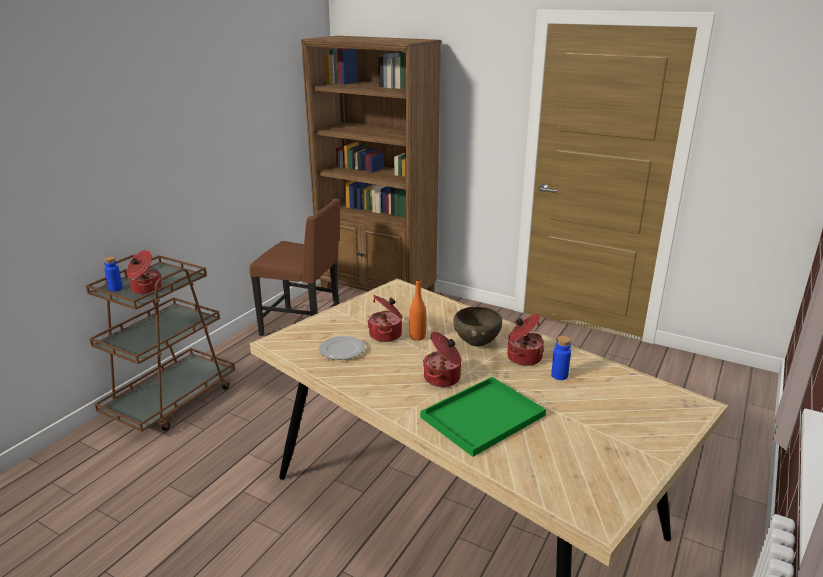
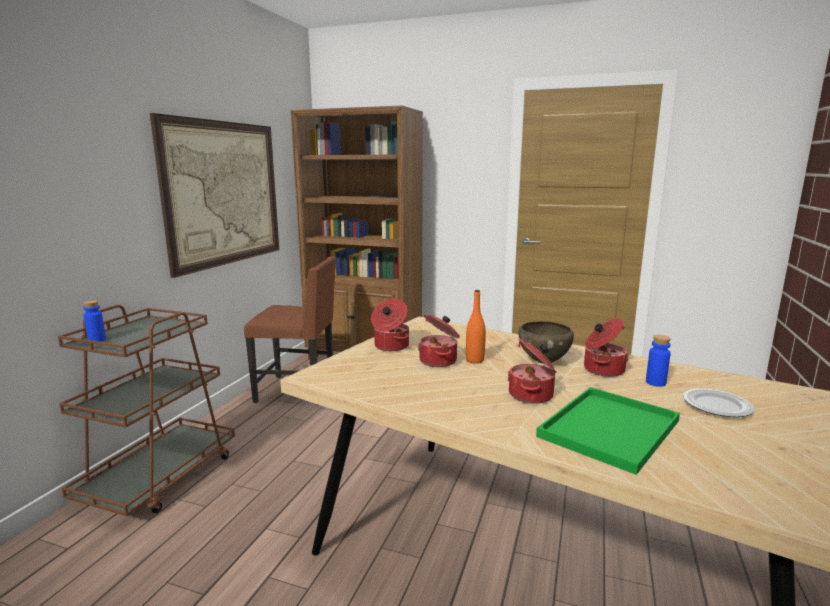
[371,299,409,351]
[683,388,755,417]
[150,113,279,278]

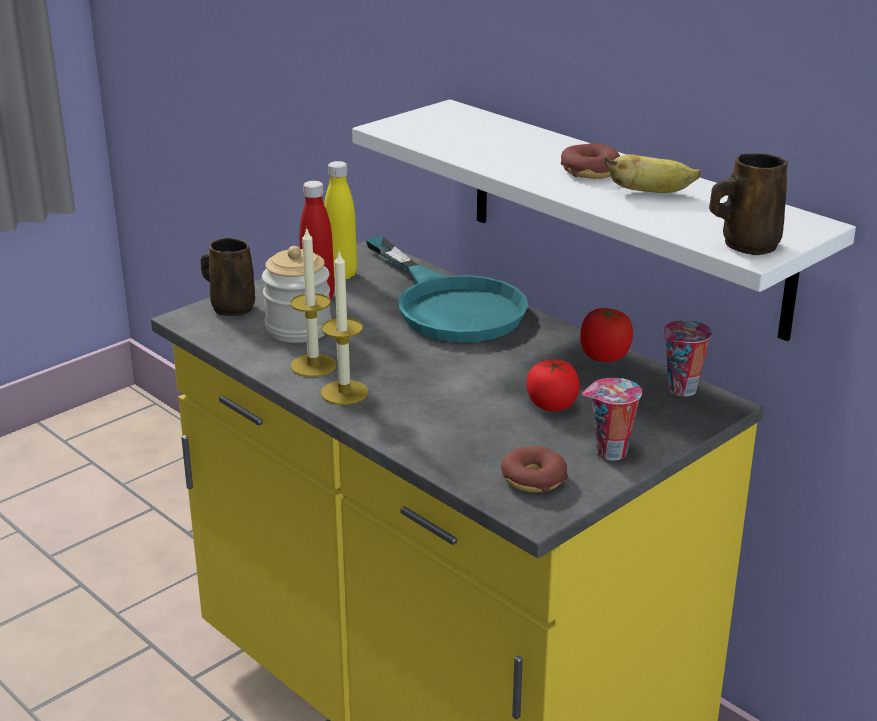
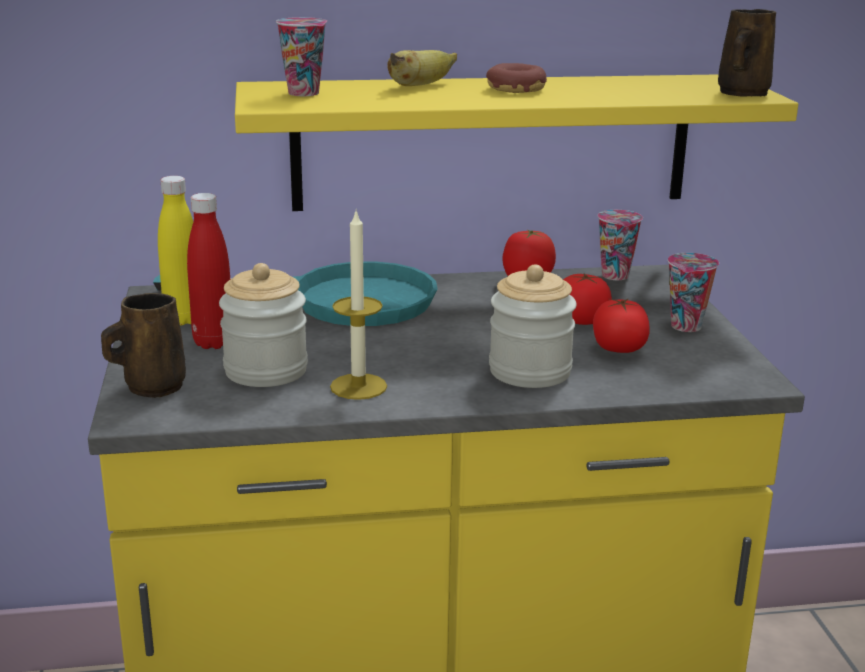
[321,252,368,405] (first image)
[235,74,798,211]
[501,446,568,492] (first image)
[387,50,457,86]
[276,17,327,96]
[489,264,577,388]
[593,299,650,353]

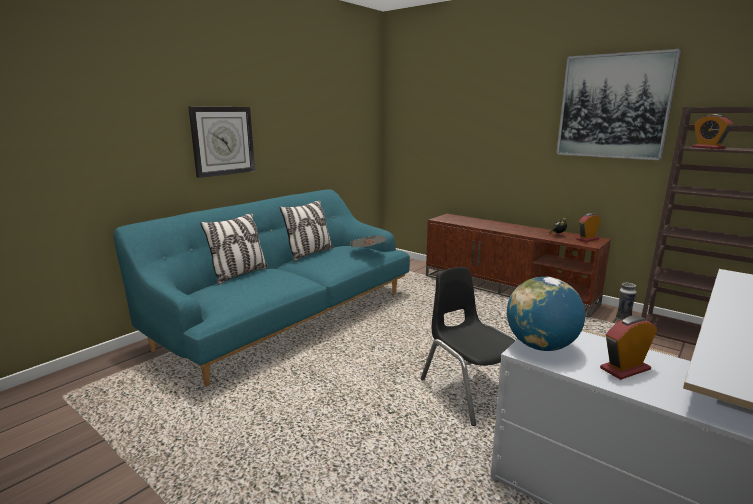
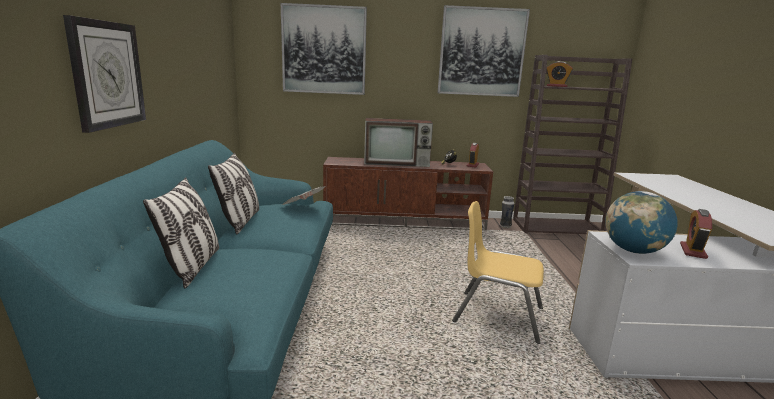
[452,201,544,344]
[281,3,367,95]
[364,118,433,167]

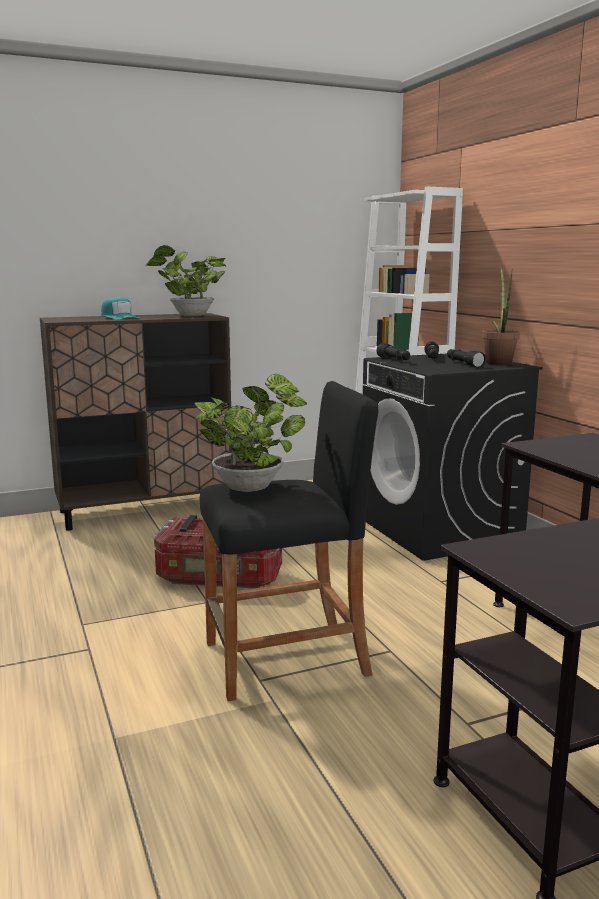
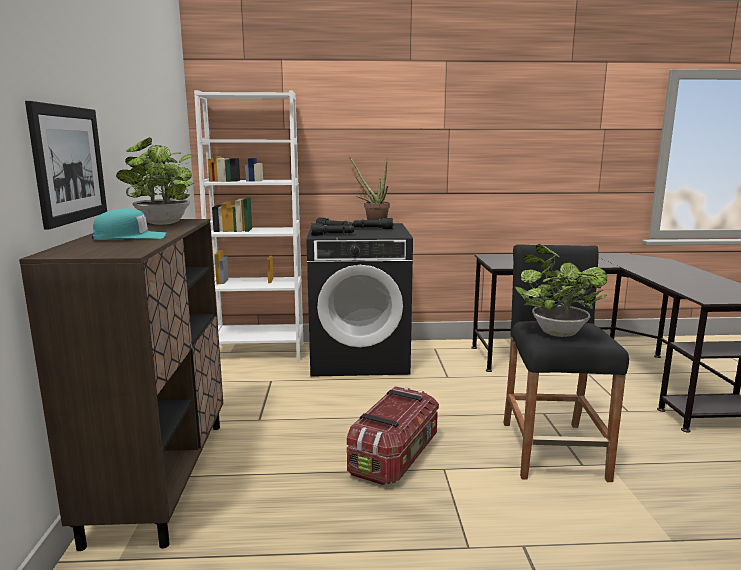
[25,101,107,230]

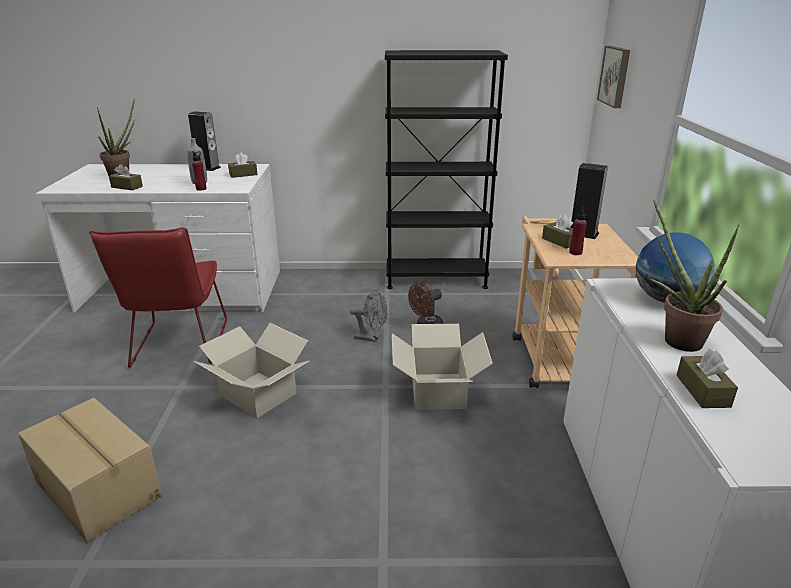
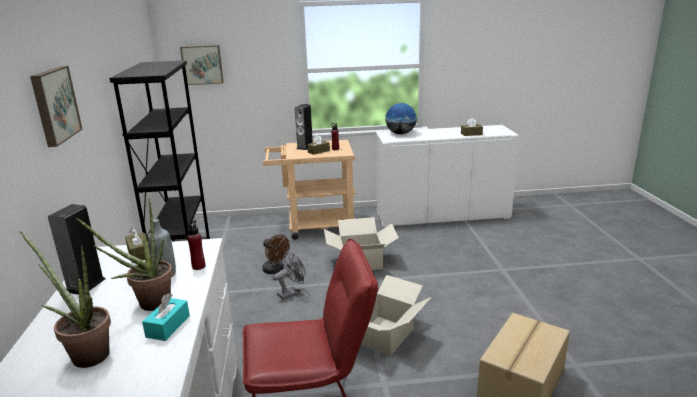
[142,293,190,341]
[273,252,306,300]
[76,199,173,311]
[30,66,82,147]

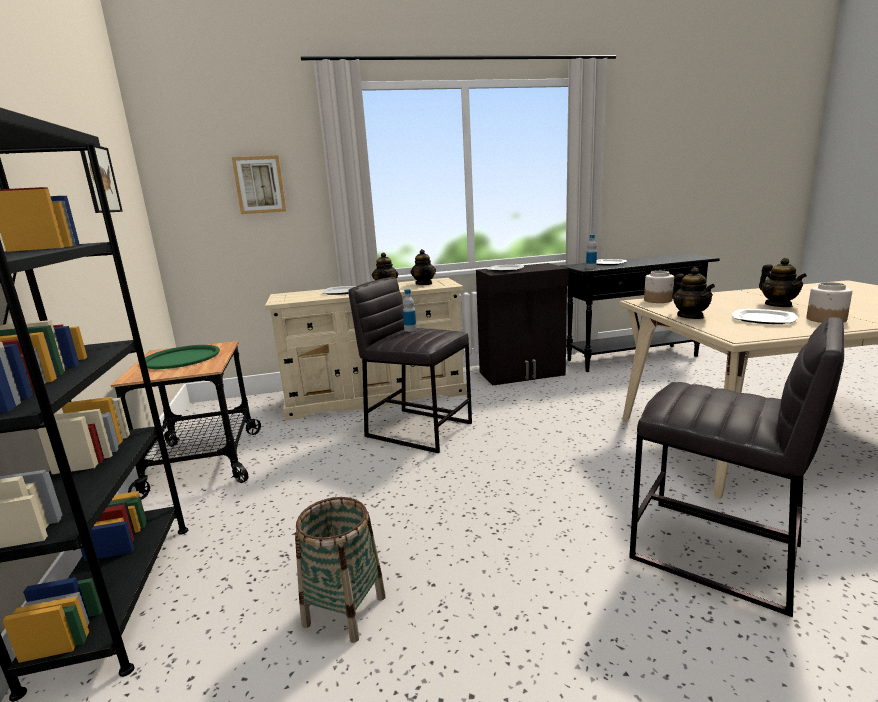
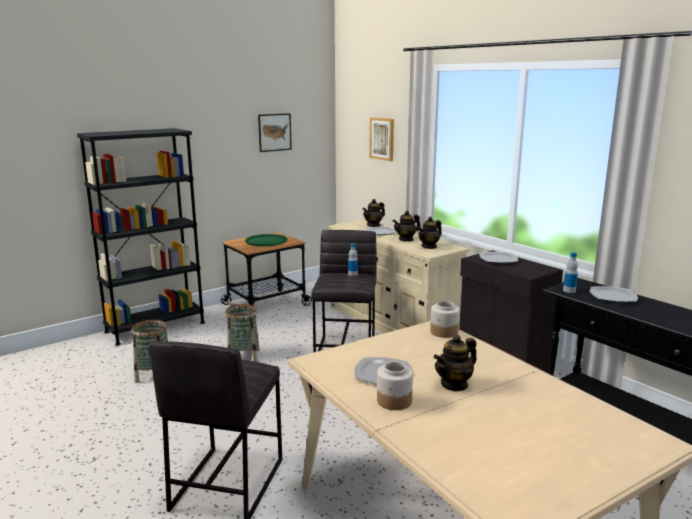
[362,199,385,227]
[225,304,259,362]

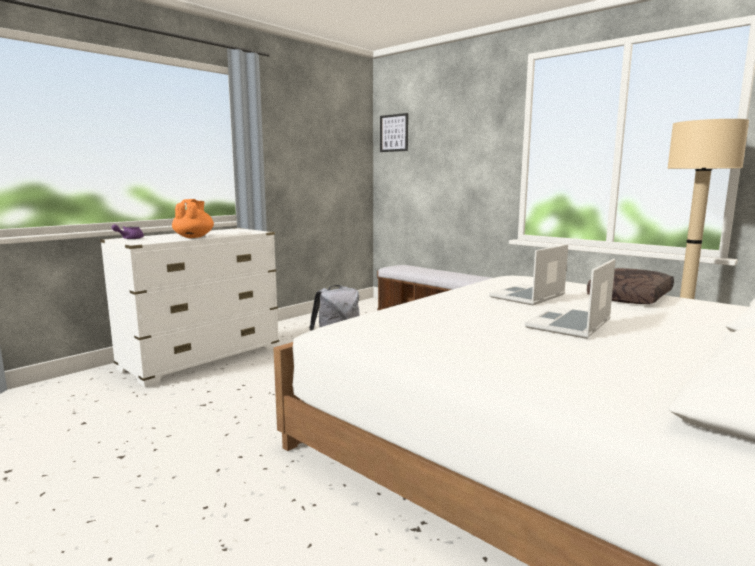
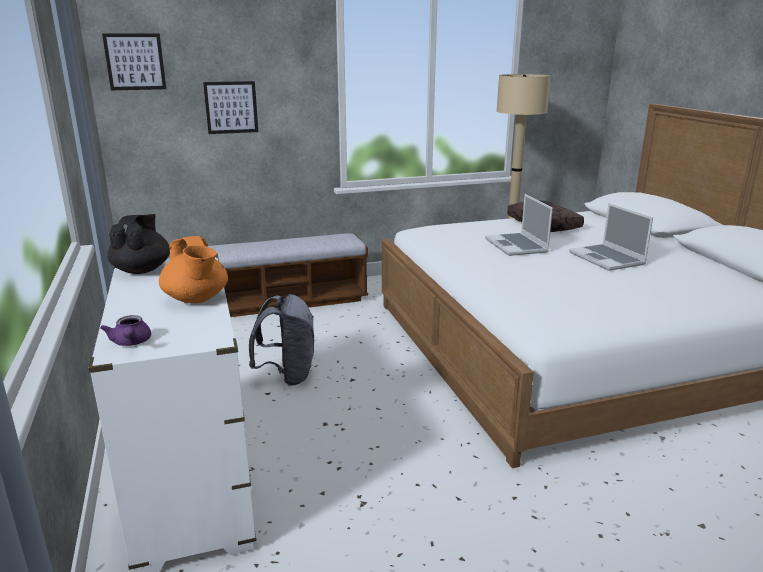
[159,236,228,303]
[107,214,170,274]
[203,81,258,134]

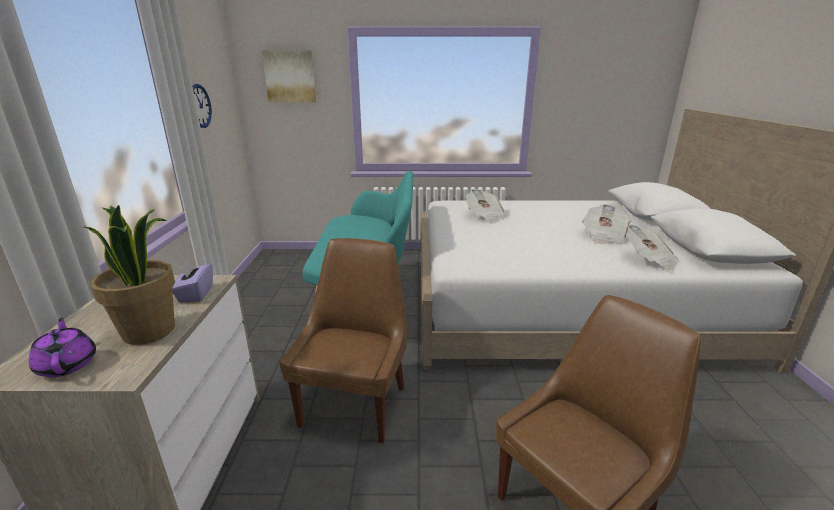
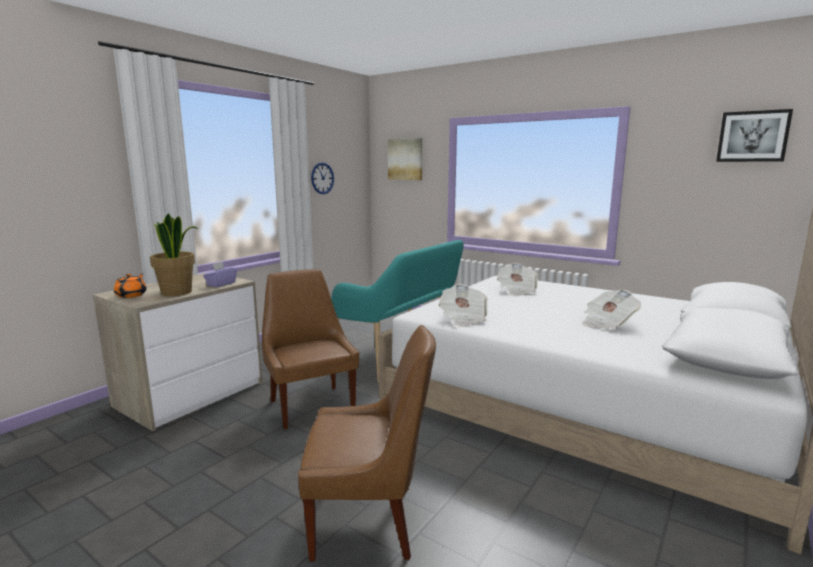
[114,273,147,298]
[262,269,359,429]
[439,284,488,327]
[716,109,793,162]

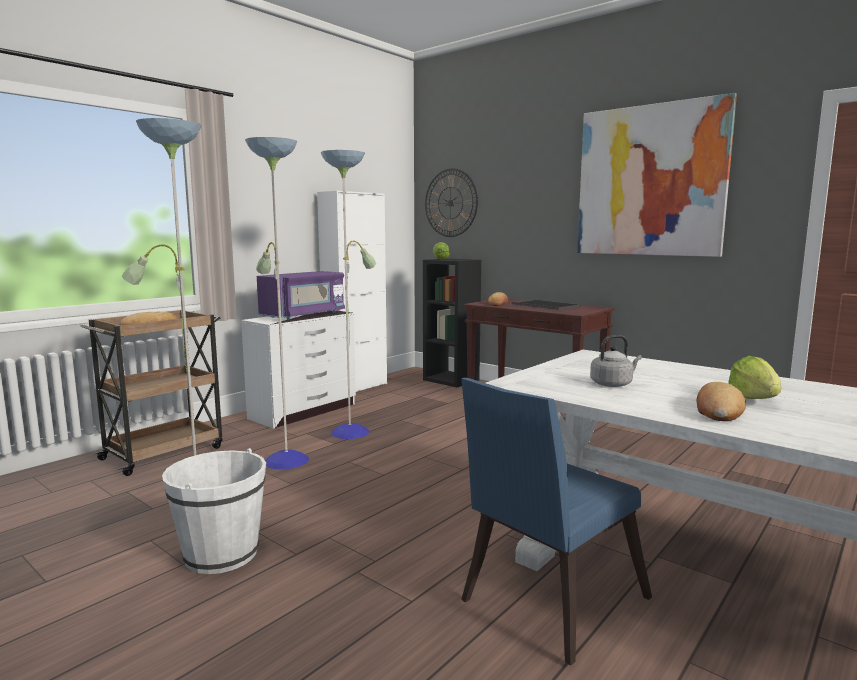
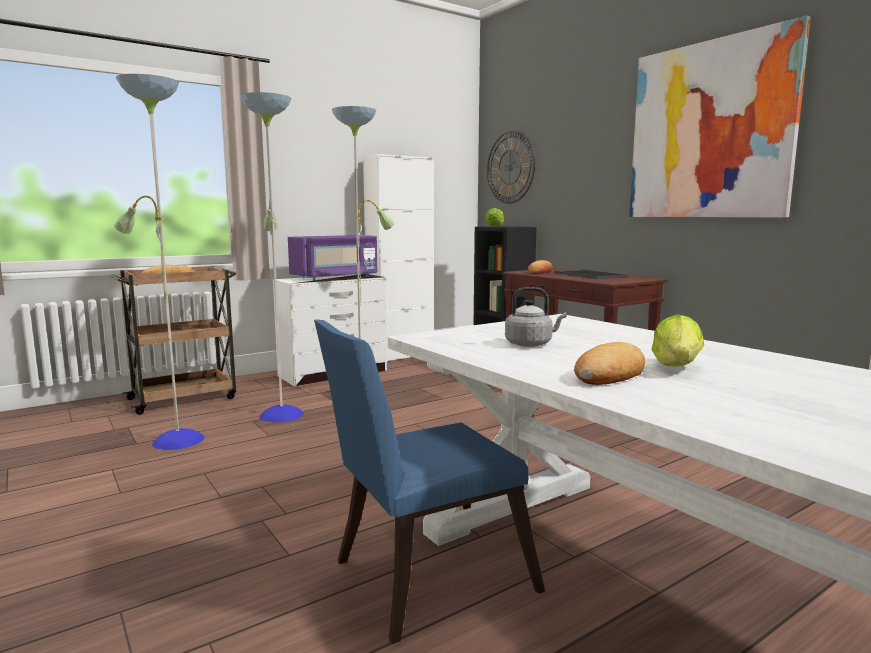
[162,448,266,574] (first image)

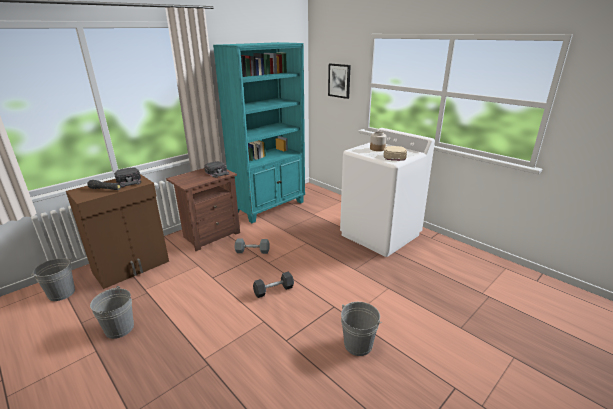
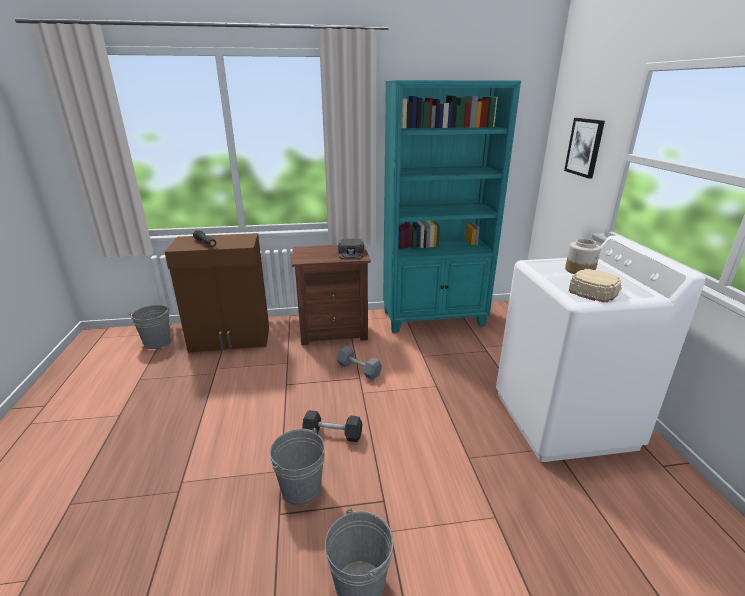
[269,428,325,506]
[114,167,141,187] (first image)

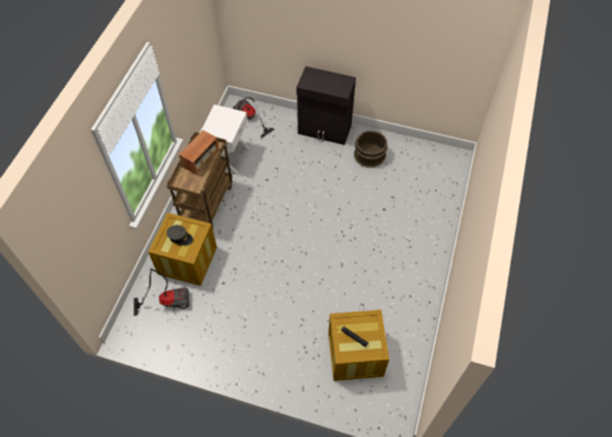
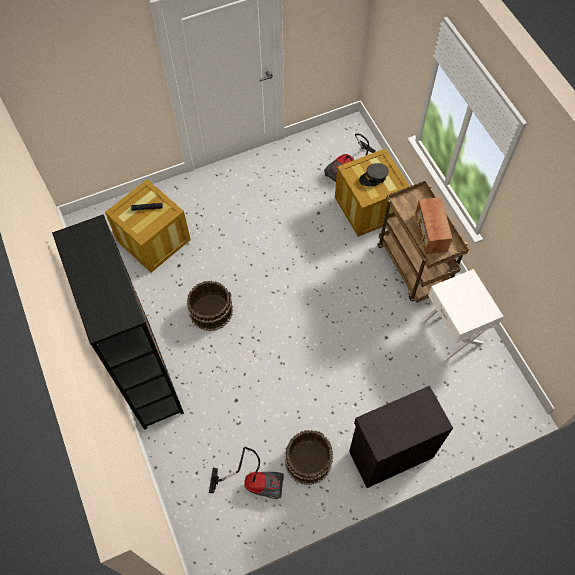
[209,447,284,499]
[52,214,184,430]
[187,281,233,331]

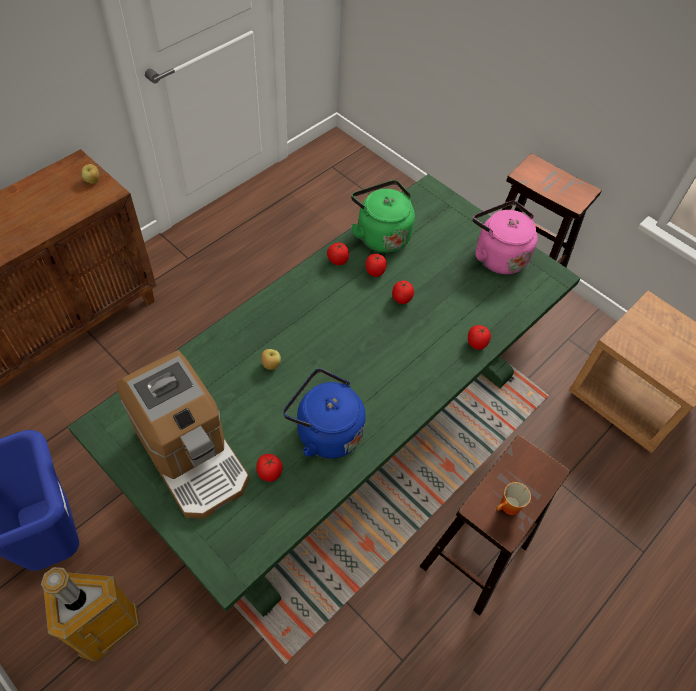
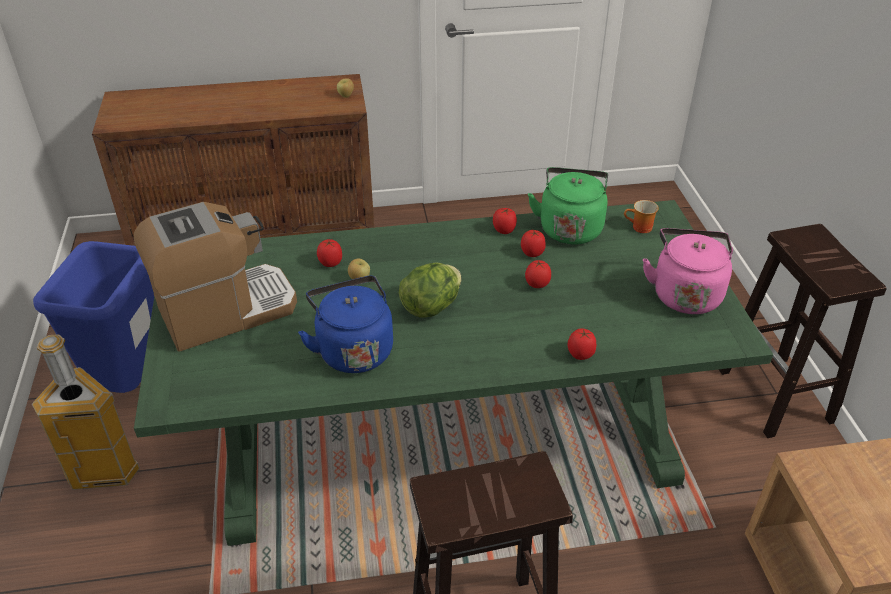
[134,202,297,352]
[317,239,342,267]
[624,200,659,233]
[399,263,462,318]

